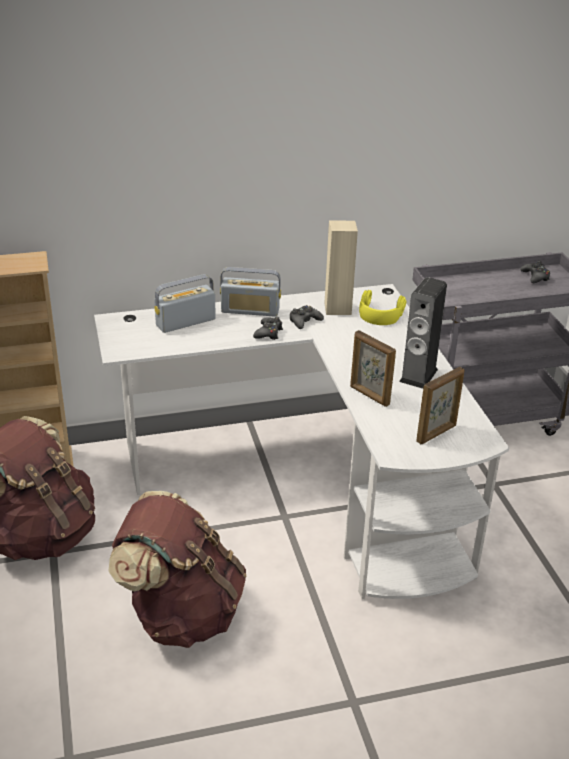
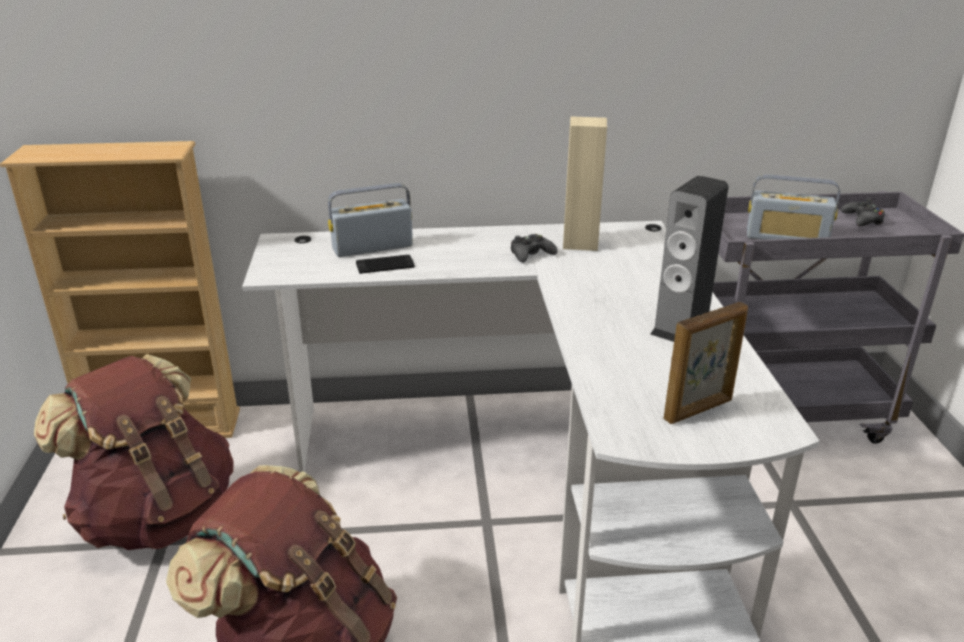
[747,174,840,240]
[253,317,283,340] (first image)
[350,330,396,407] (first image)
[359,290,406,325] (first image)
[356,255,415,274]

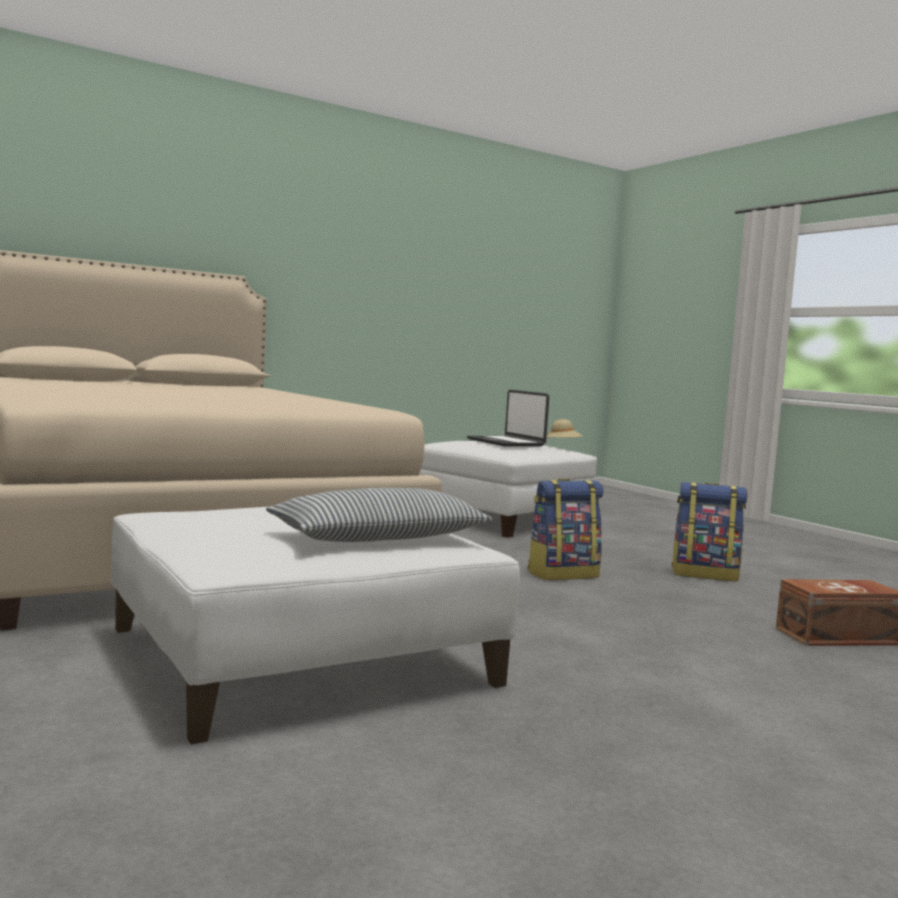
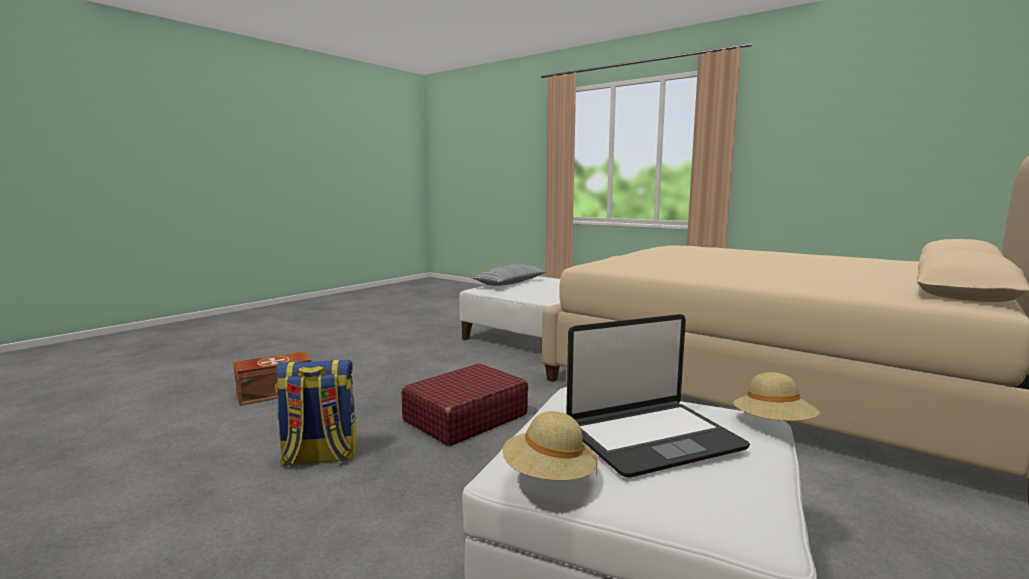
[566,314,750,478]
[402,363,528,446]
[733,372,820,421]

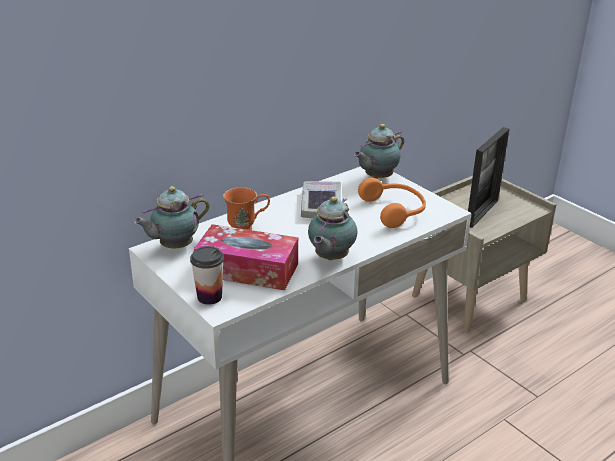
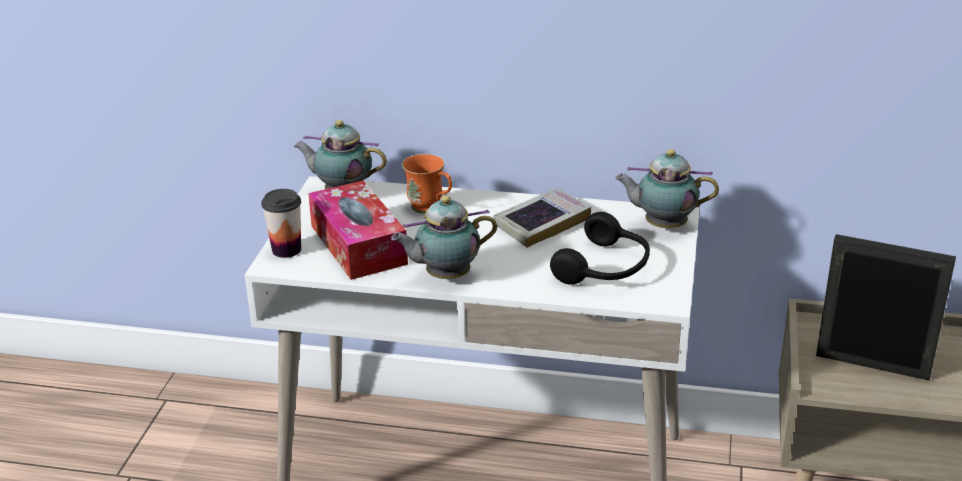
[550,212,650,285]
[816,234,956,381]

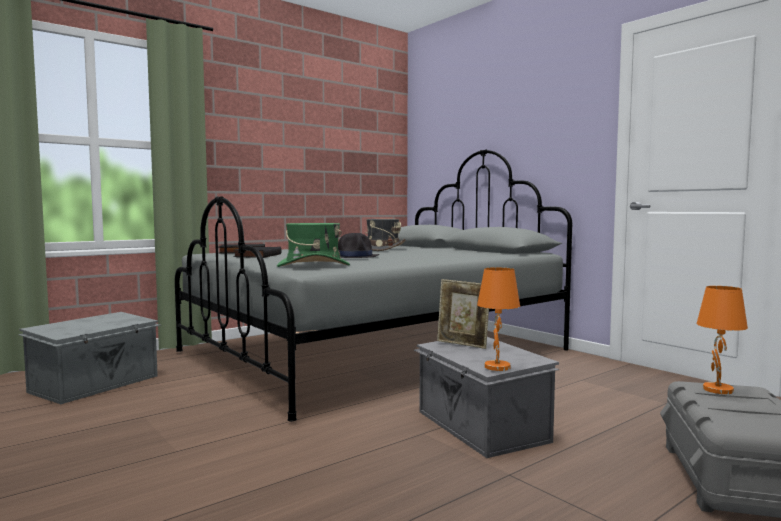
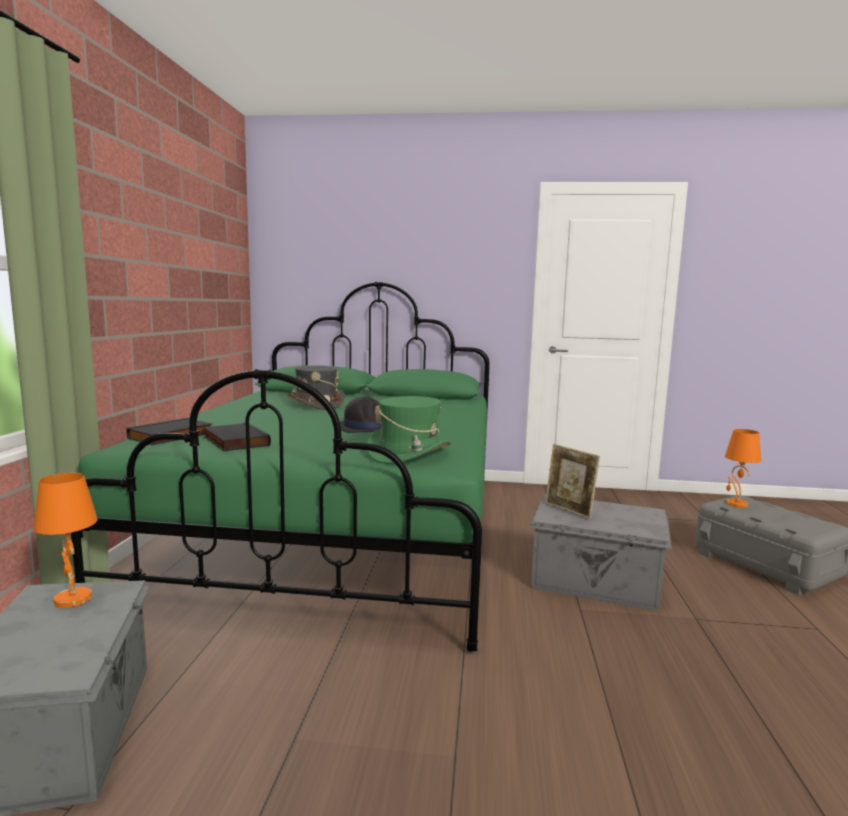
[71,282,490,652]
[545,444,600,519]
[33,473,98,608]

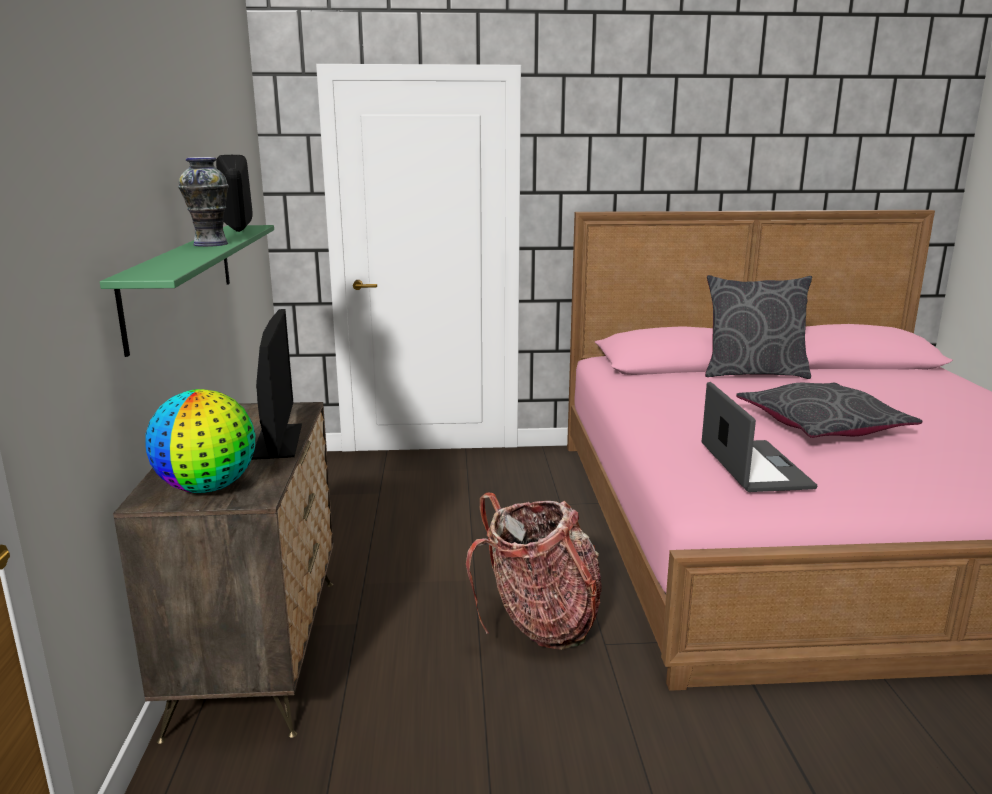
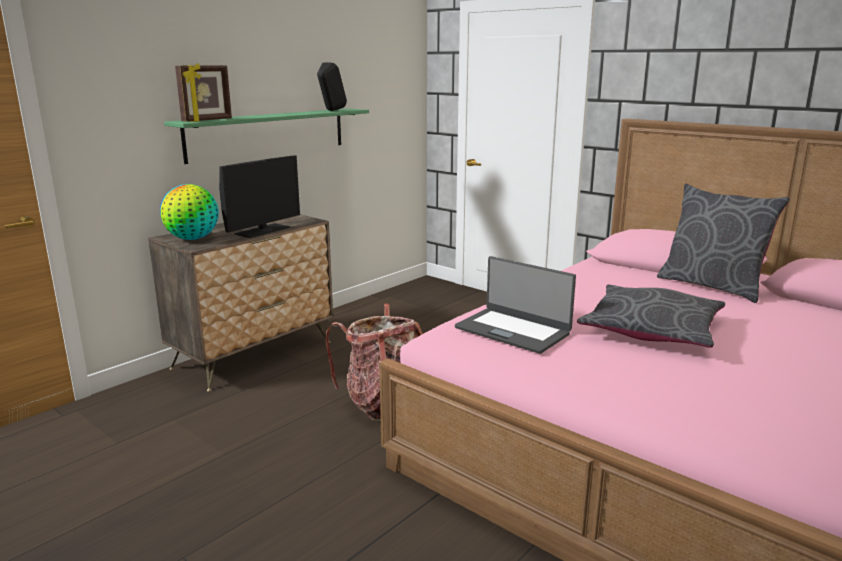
[178,157,229,247] (first image)
[455,256,576,354]
[175,63,232,122]

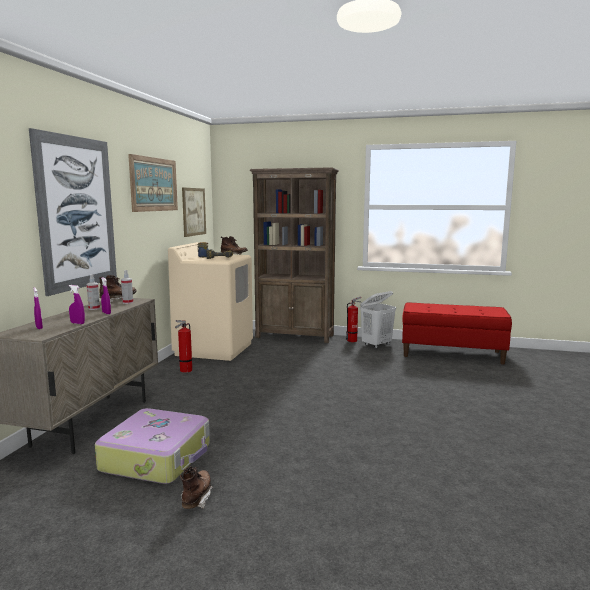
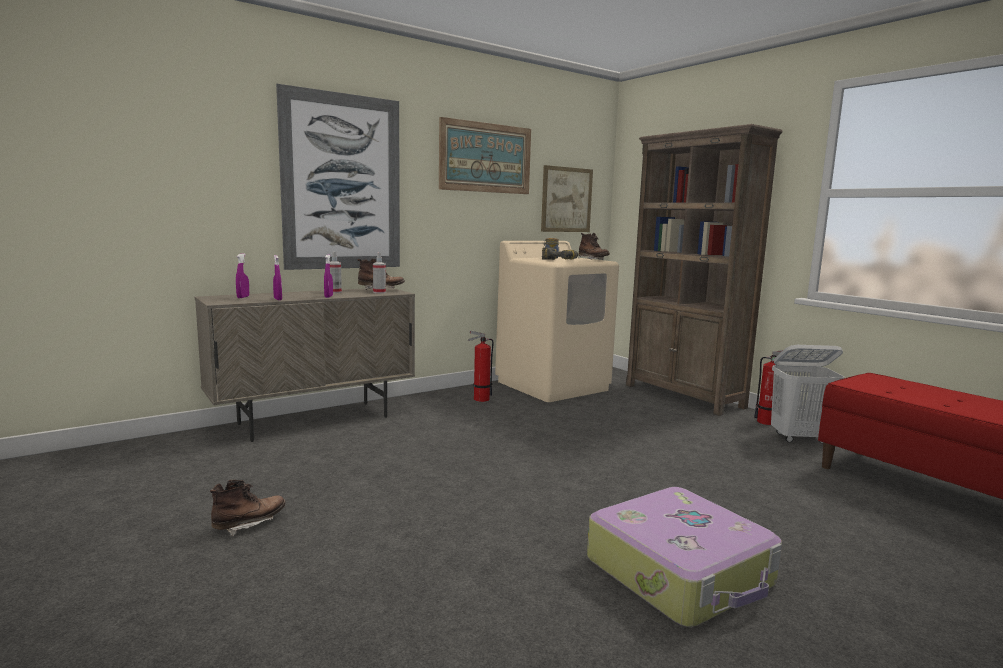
[587,487,782,627]

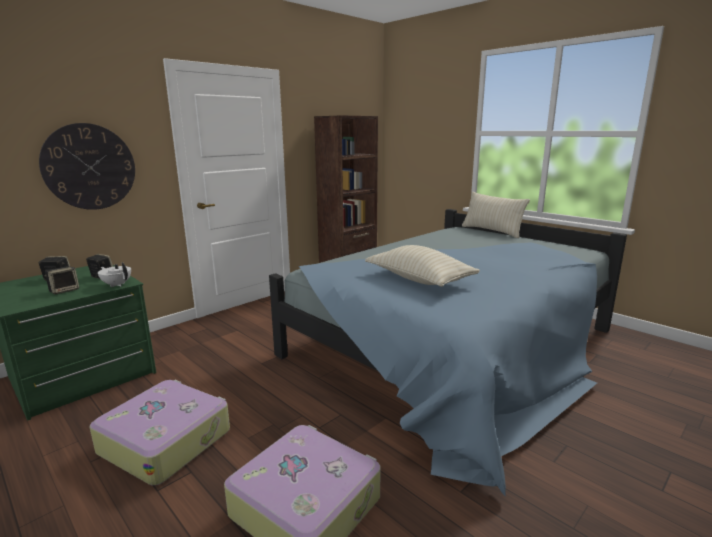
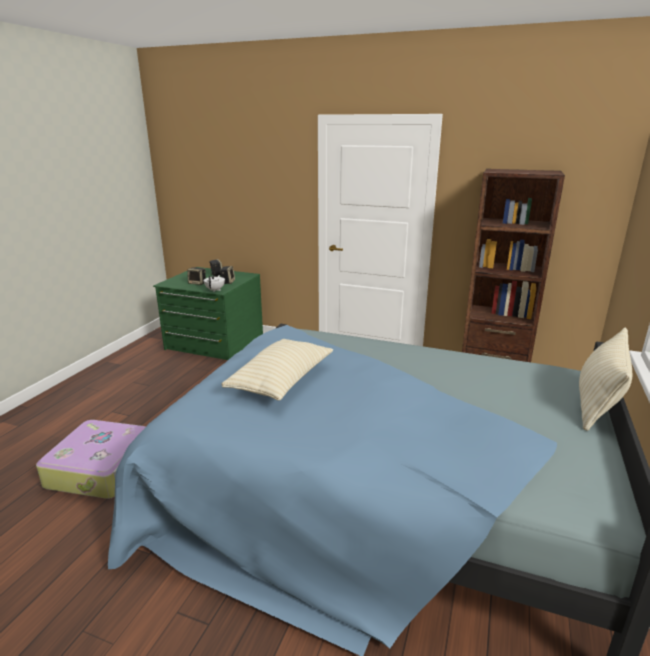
[39,123,135,210] (first image)
[90,380,230,486] (first image)

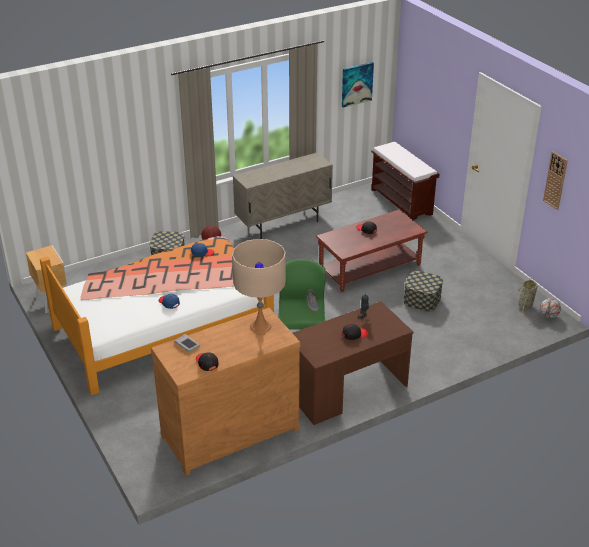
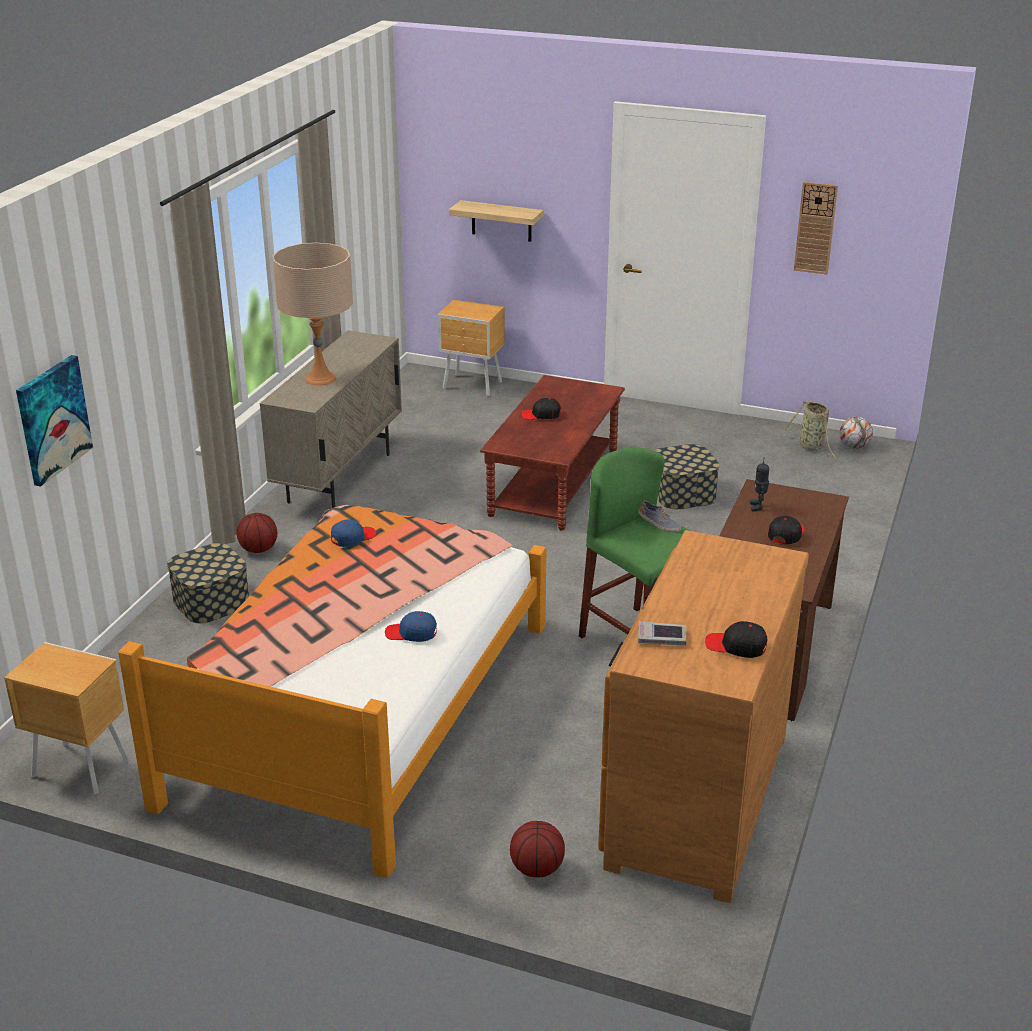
[273,243,353,385]
[16,355,93,487]
[438,300,505,396]
[449,200,544,242]
[510,821,565,877]

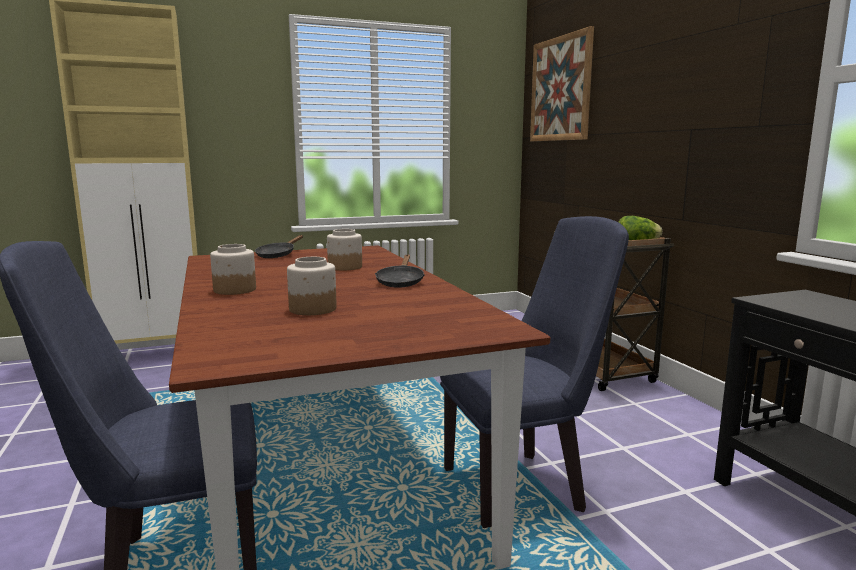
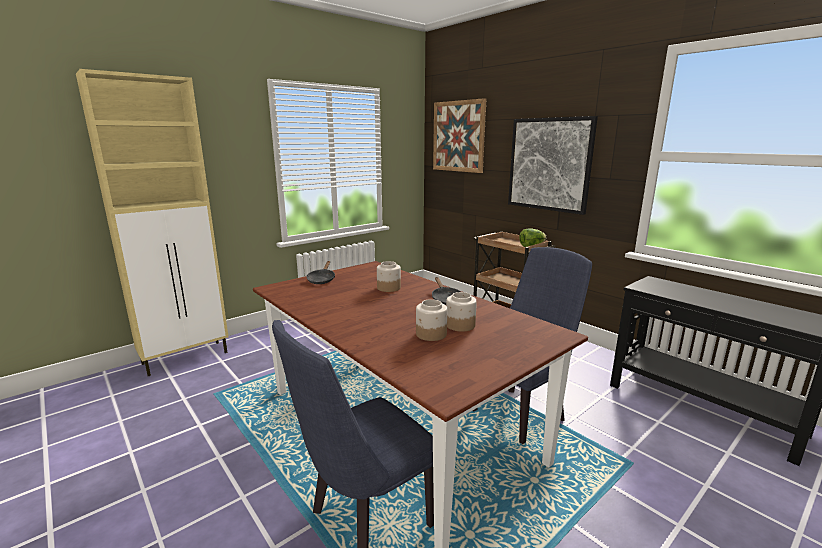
[446,292,477,332]
[508,116,598,215]

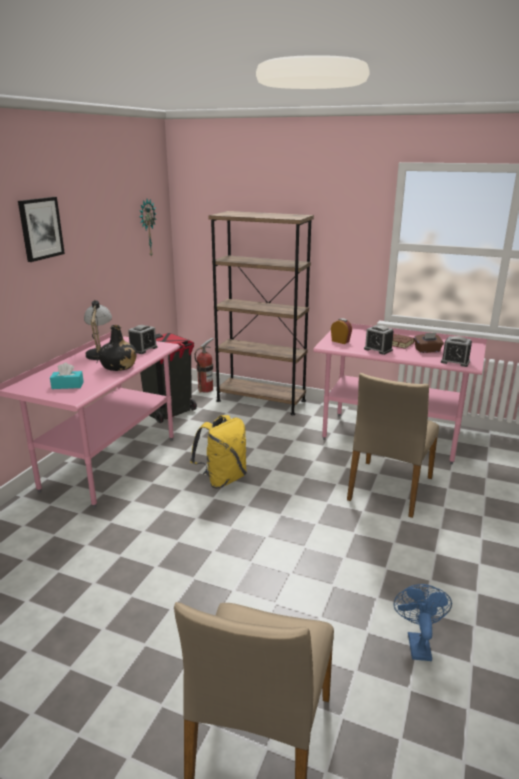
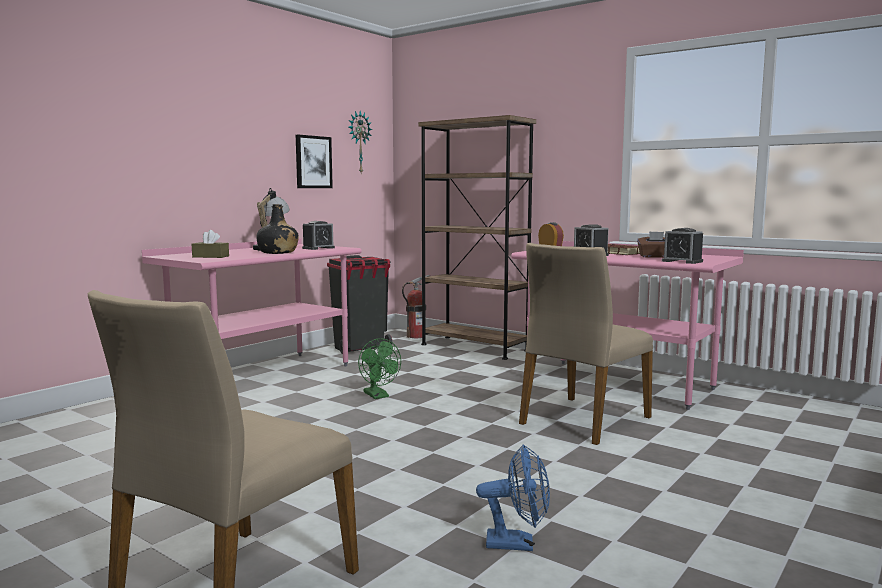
[296,135,333,188]
[192,230,229,258]
[358,338,401,399]
[476,444,550,551]

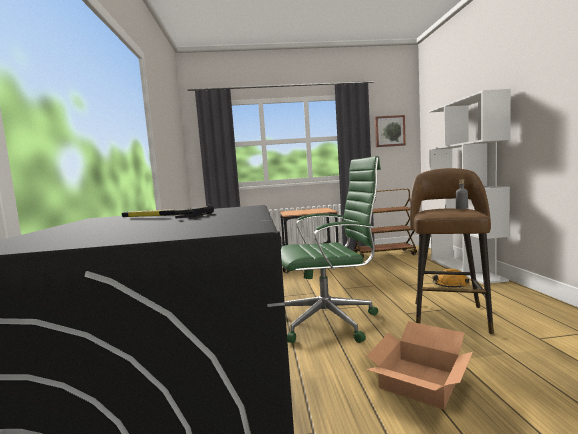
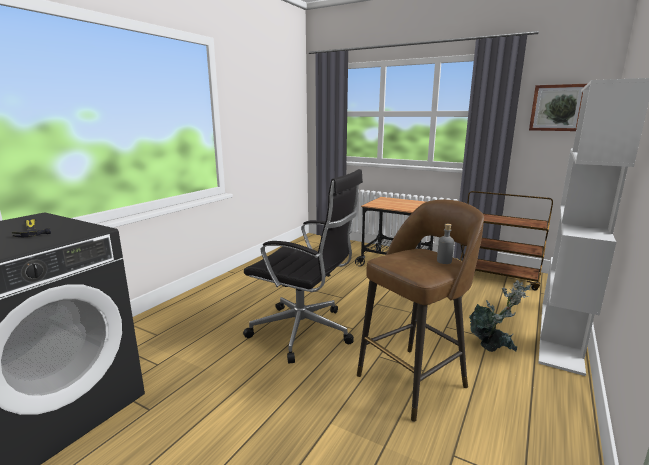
[243,169,363,364]
[366,321,473,410] (first image)
[469,280,531,352]

